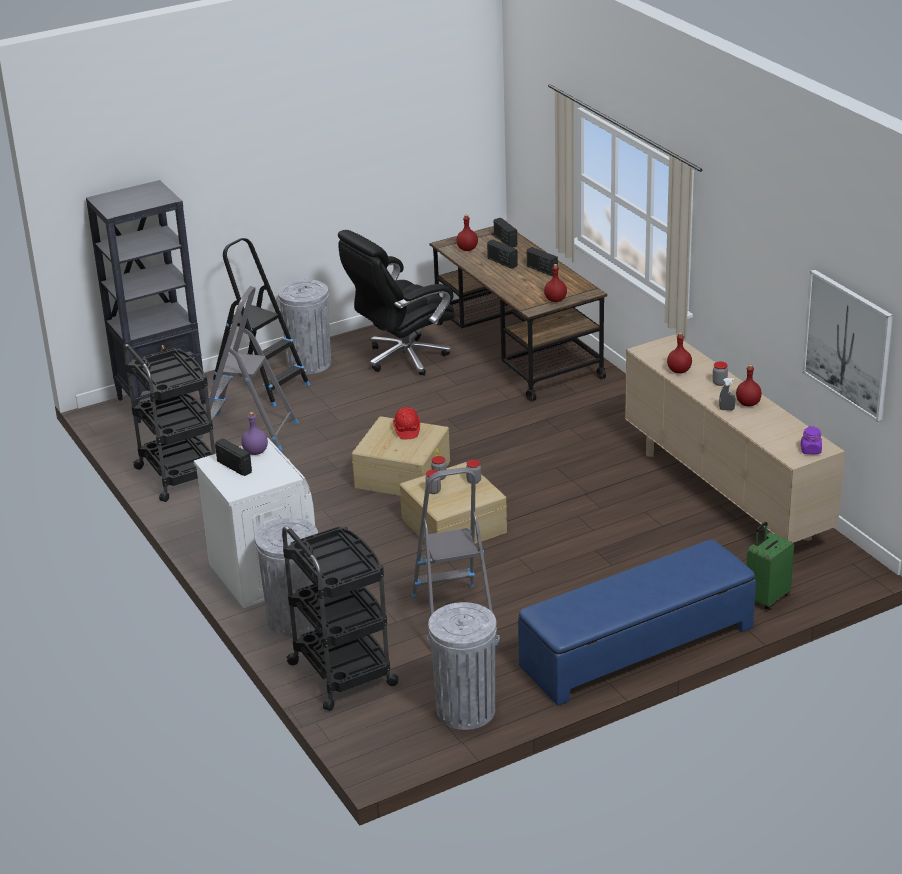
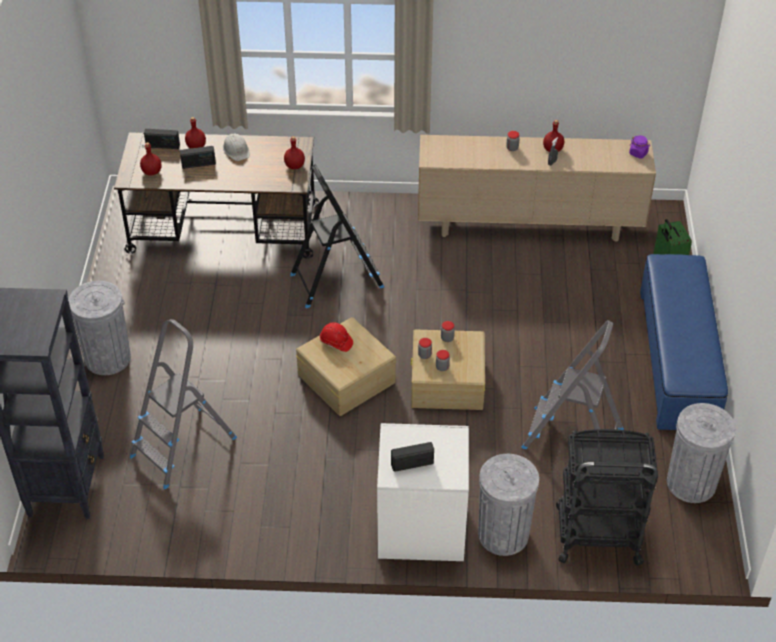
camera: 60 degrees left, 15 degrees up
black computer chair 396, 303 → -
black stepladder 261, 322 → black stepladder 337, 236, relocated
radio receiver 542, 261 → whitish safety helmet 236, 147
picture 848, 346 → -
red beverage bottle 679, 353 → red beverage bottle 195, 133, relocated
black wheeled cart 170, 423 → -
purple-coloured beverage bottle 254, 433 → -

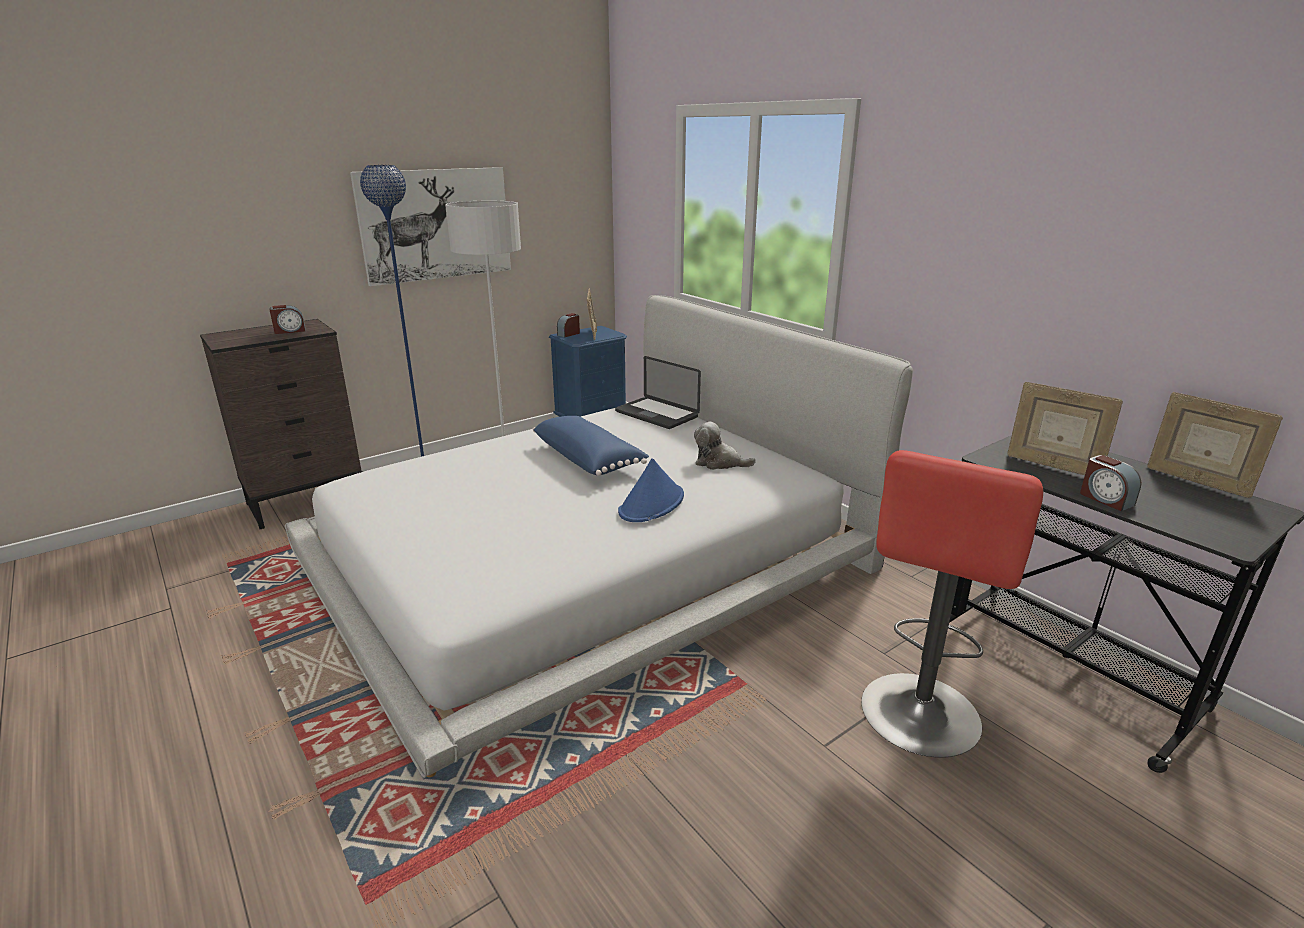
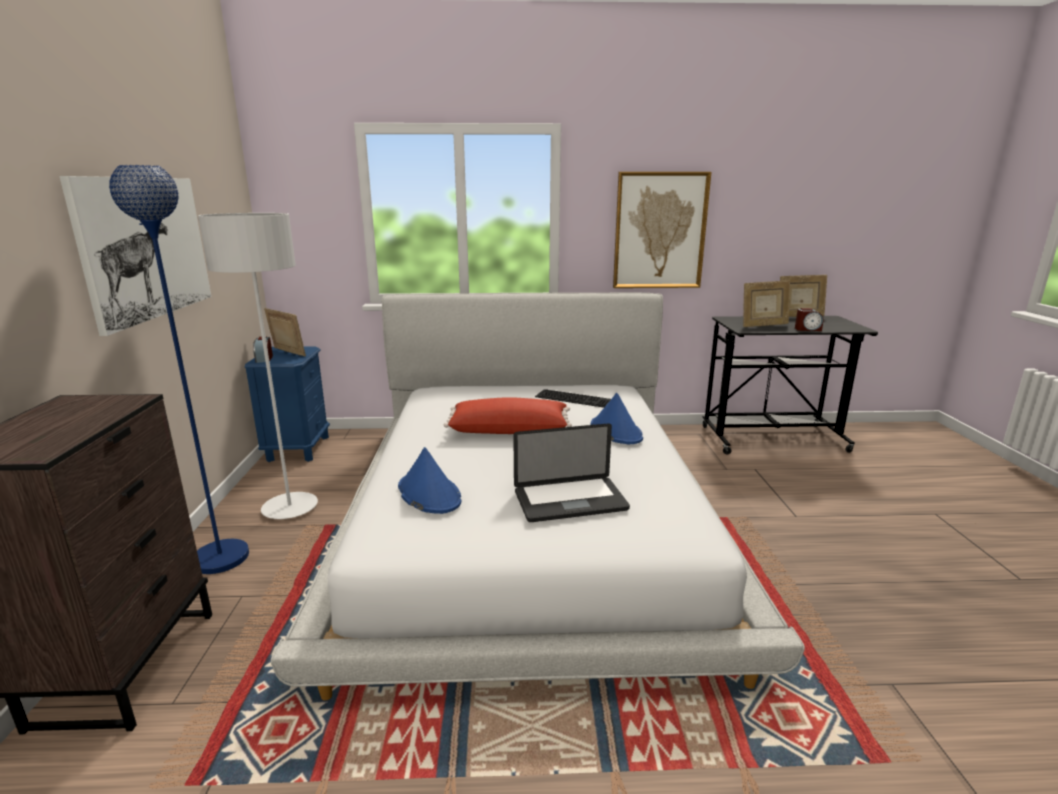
camera: 55 degrees left, 5 degrees down
bedside clock 287, 319 → -
portable computer 658, 392 → portable computer 571, 473, relocated
bluish throw pillow 591, 446 → red throw pillow 507, 415
cuddly toy 725, 446 → computer keyboard 573, 398
red sitting stool 952, 604 → -
- → picture 662, 230
- → bluish hat 430, 480

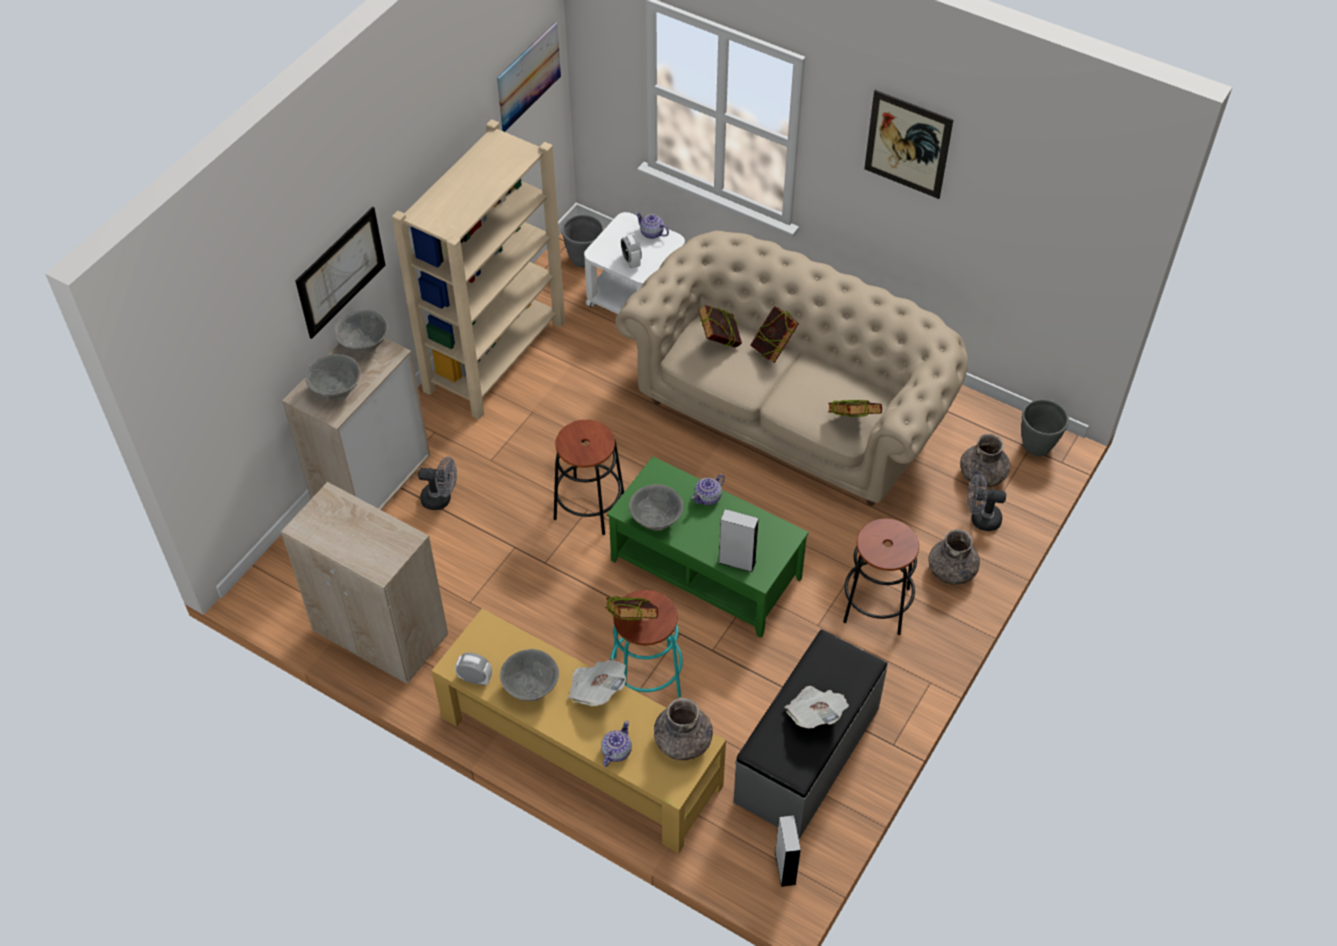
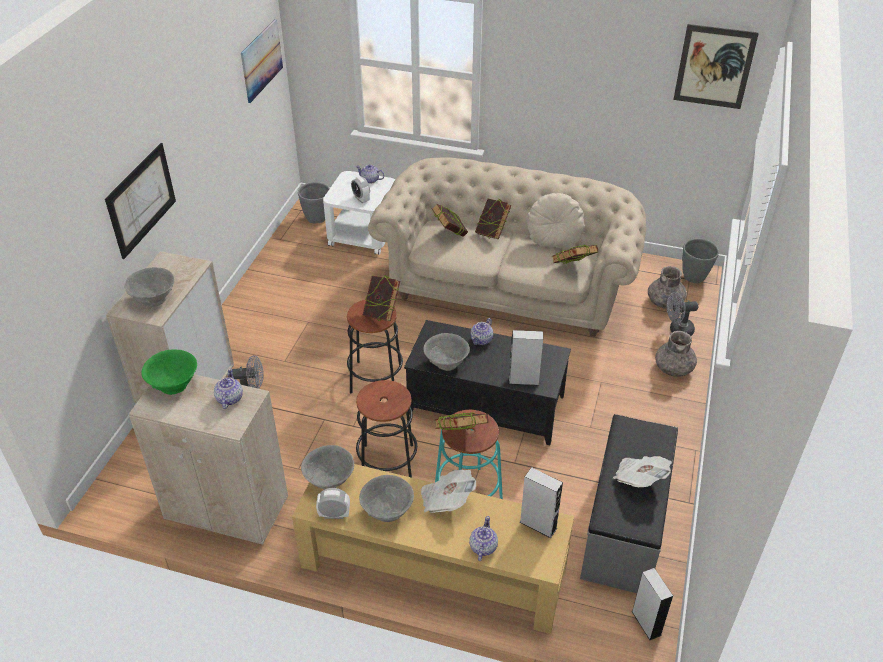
camera: 15 degrees left, 10 degrees down
picture 908, 144 → picture 716, 66, relocated
beige-coloured bookcase 478, 269 → -
grey deep dish 361, 331 → grey deep dish 327, 467, relocated
green low table 708, 547 → black low table 487, 382
black sitting stool 881, 576 → black sitting stool 386, 429, relocated
grey vase 683, 729 → grey loudspeaker 541, 502
- → beige-coloured throw pillow 556, 220
- → bound book 381, 298
- → green deep dish 169, 372
- → tea pot 228, 388

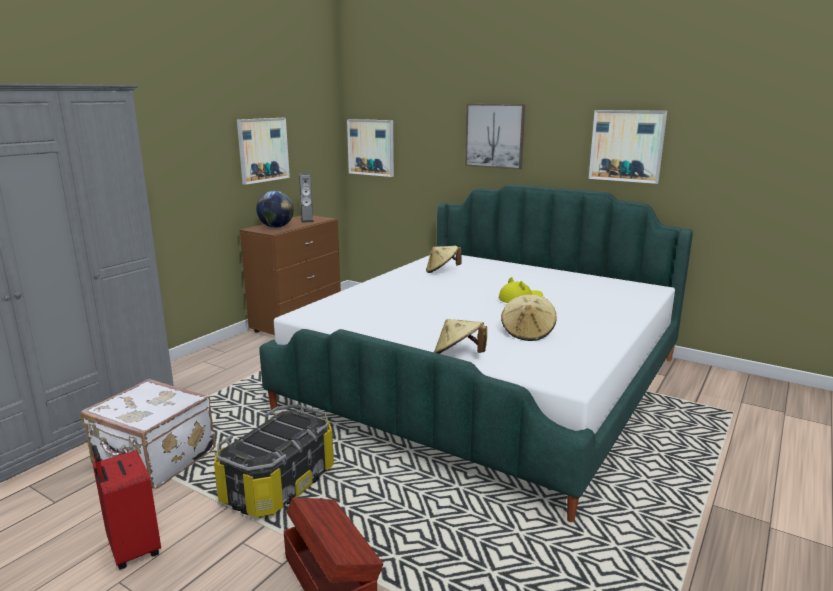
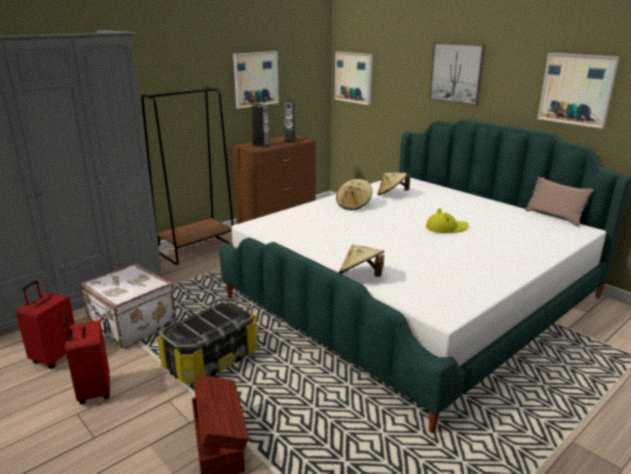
camera: 15 degrees right, 5 degrees up
globe 275, 209 → loudspeaker 261, 126
beige-coloured hat 529, 318 → beige-coloured hat 354, 194, relocated
- → garment stand 187, 176
- → beige-coloured throw pillow 559, 202
- → red suitcase 45, 325

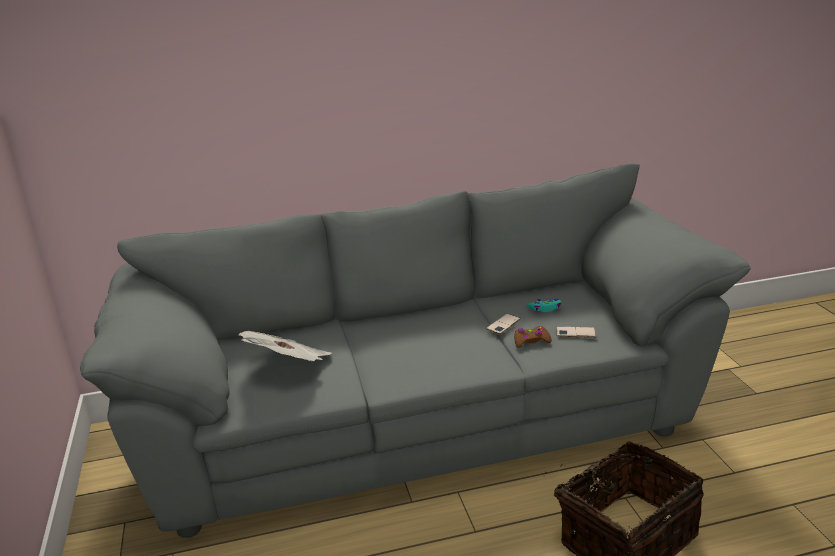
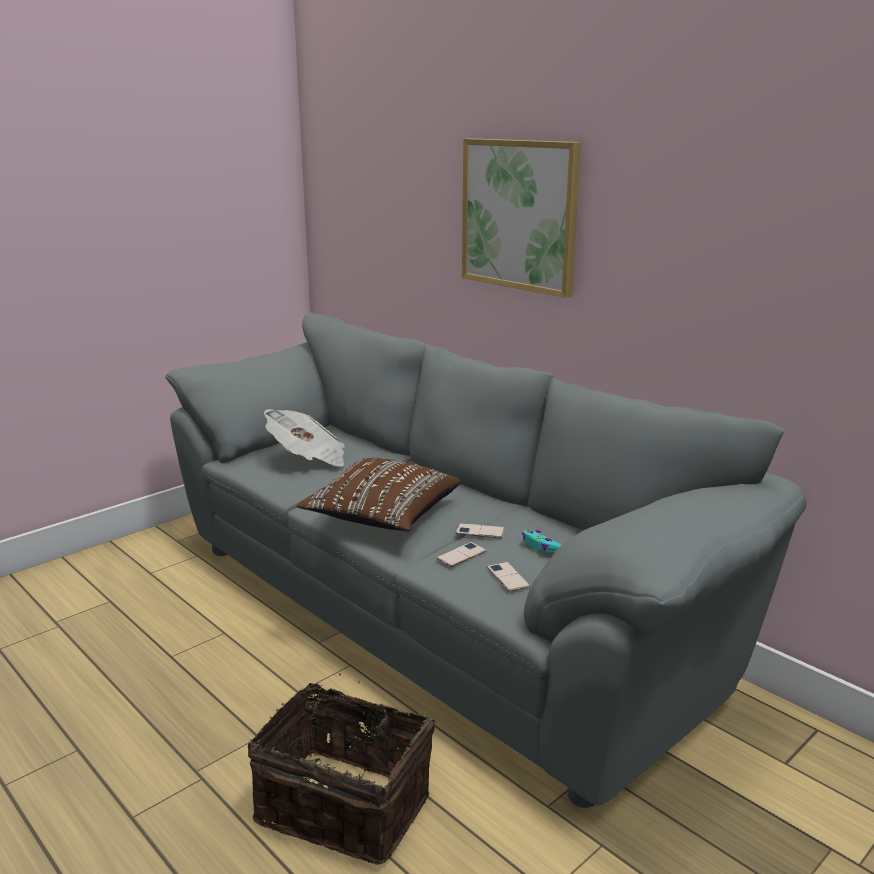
camera: 60 degrees right, 5 degrees down
brownish game controller 533, 337 → phone 461, 554
- → picture 521, 218
- → brownish throw pillow 379, 495

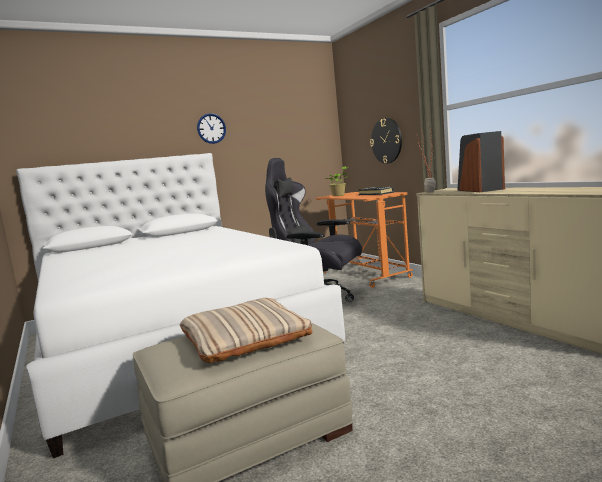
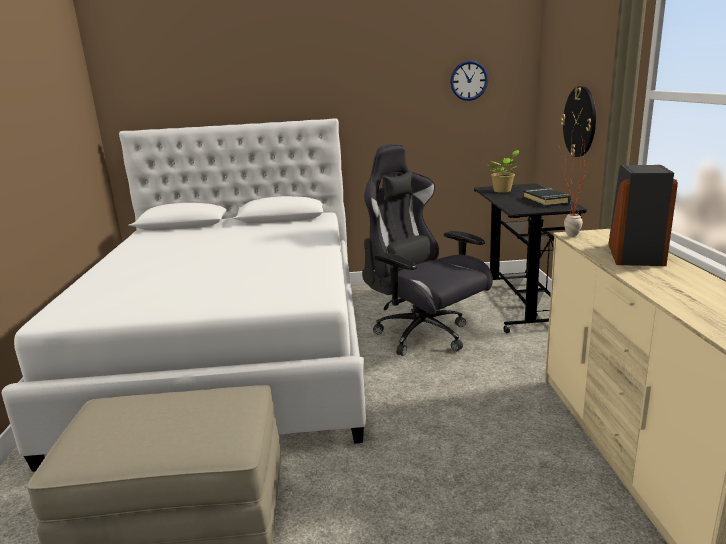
camera: 25 degrees right, 10 degrees up
hanging clock 211, 128 → hanging clock 469, 81, relocated
orange-coloured desk 364, 240 → black desk 530, 258
beige-coloured throw pillow 246, 330 → -

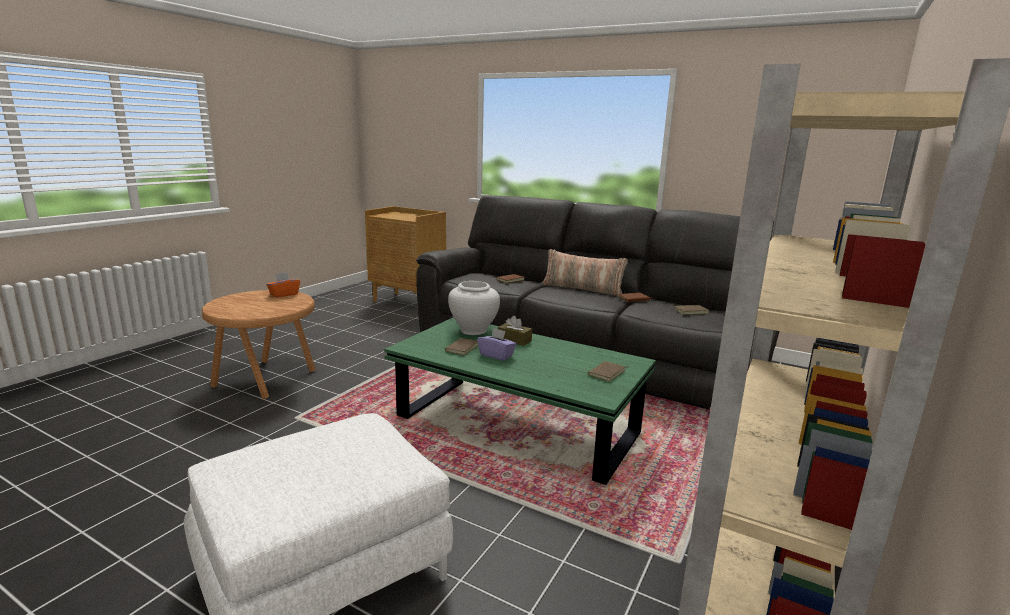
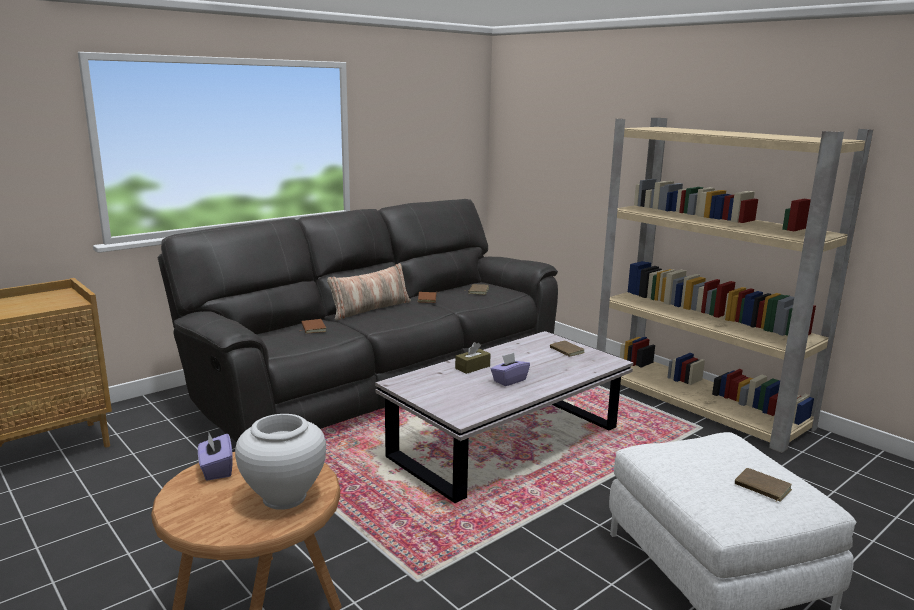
camera: 70 degrees left, 0 degrees up
orange-coloured tissue box 283, 285 → purple-coloured tissue box 215, 455
whitish vase 474, 308 → whitish vase 280, 462, relocated
green low table 520, 401 → whitish low table 504, 417
brownish bound book 460, 346 → brownish bound book 763, 485, relocated

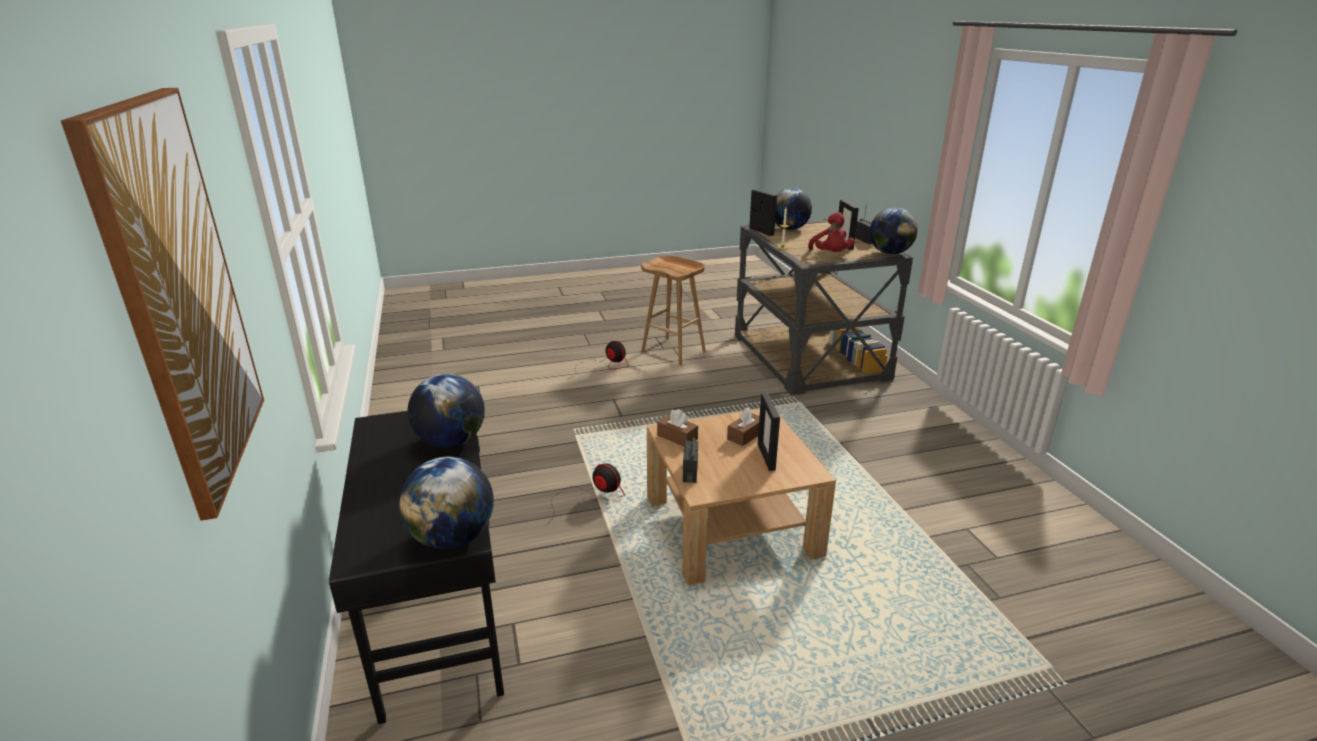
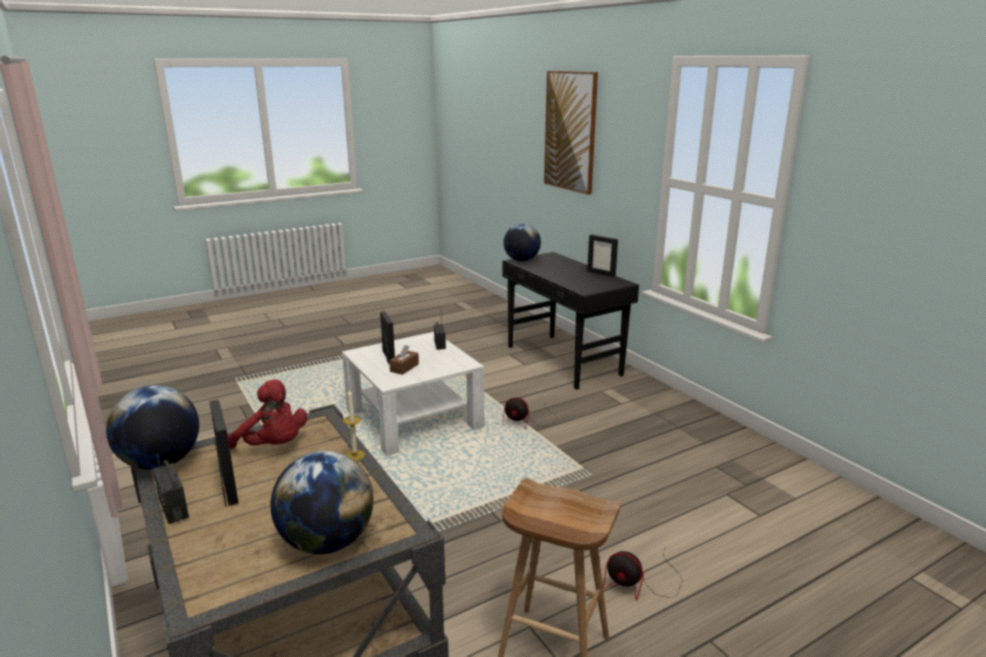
camera: 165 degrees right, 5 degrees down
standing frame 763, 212 → standing frame 602, 255, relocated
red cuddly toy 831, 232 → red cuddly toy 267, 414, 150 degrees clockwise
globe 446, 411 → -
brownish low table 741, 497 → whitish low table 413, 394
brownish tissue box 677, 427 → -

